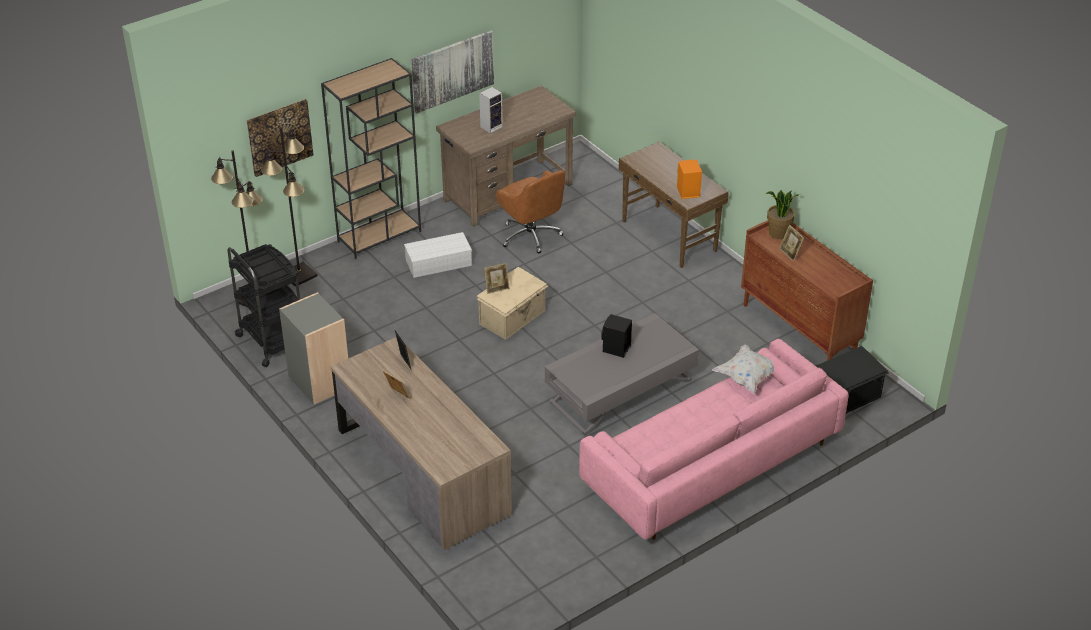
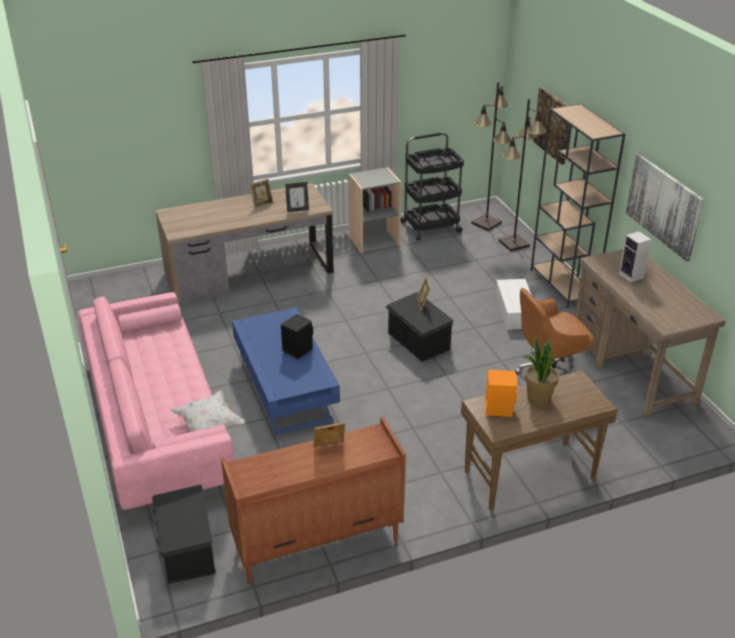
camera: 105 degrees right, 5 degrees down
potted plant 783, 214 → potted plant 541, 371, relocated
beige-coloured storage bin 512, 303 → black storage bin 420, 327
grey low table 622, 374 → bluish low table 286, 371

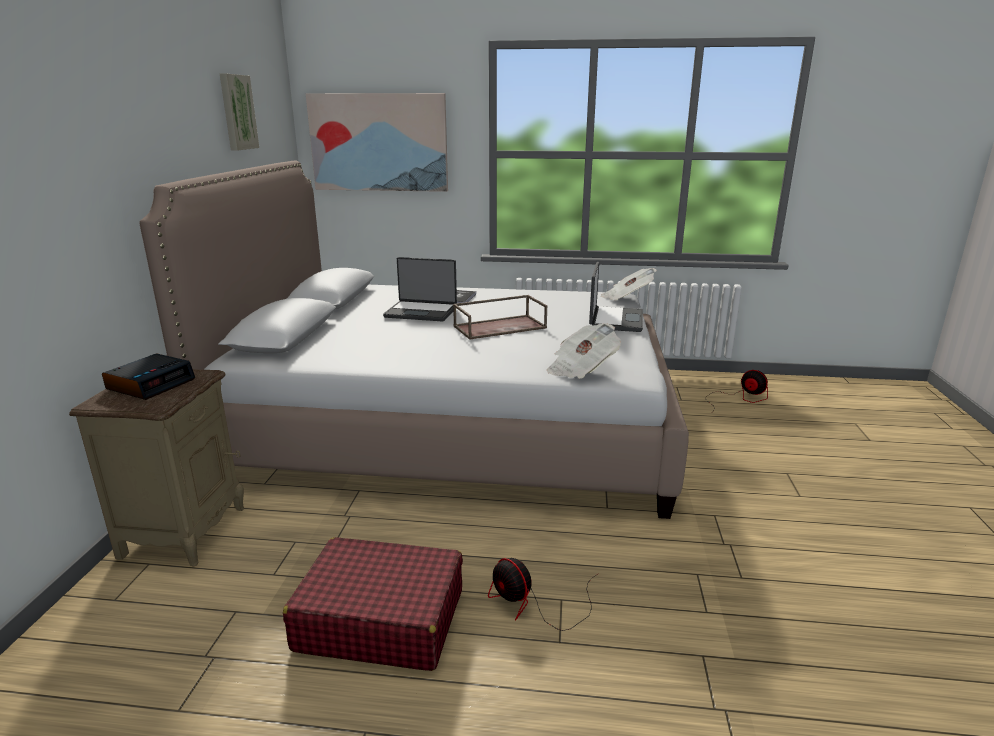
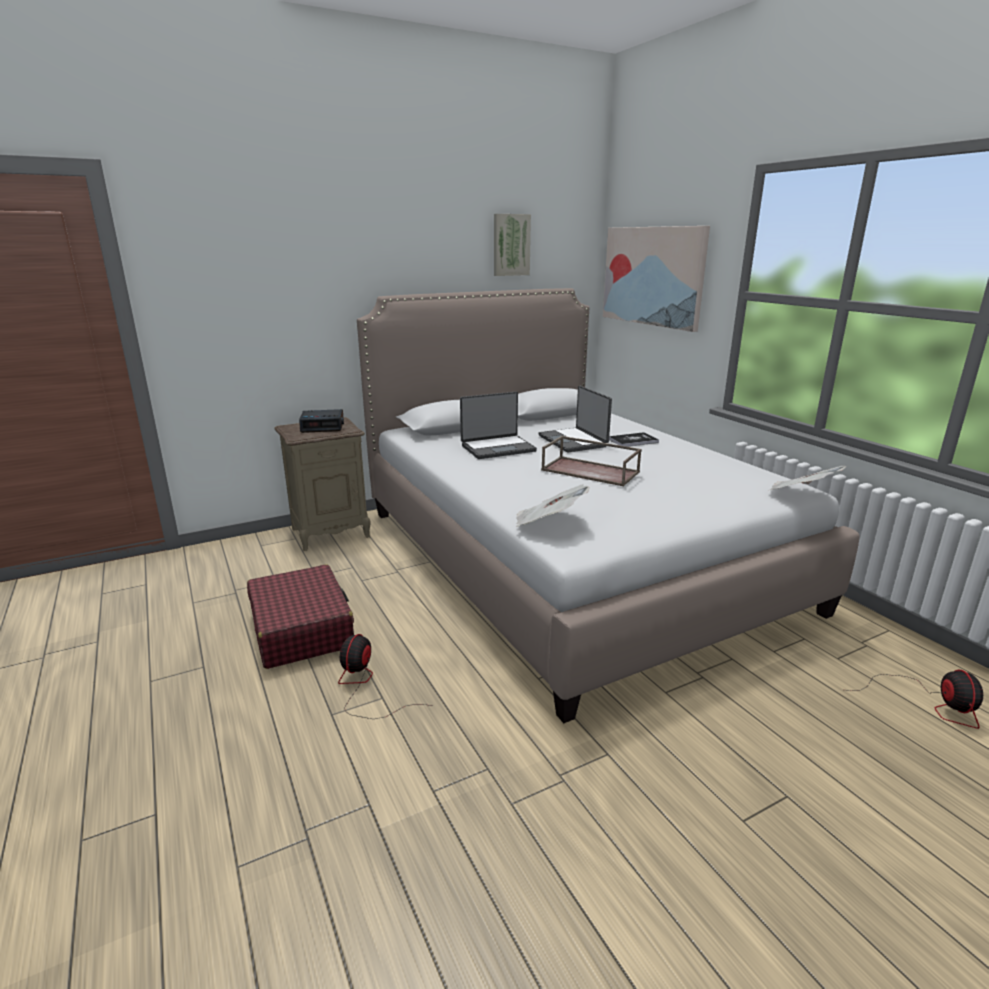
camera: 55 degrees right, 0 degrees up
portable computer 616, 297 → portable computer 498, 425, relocated

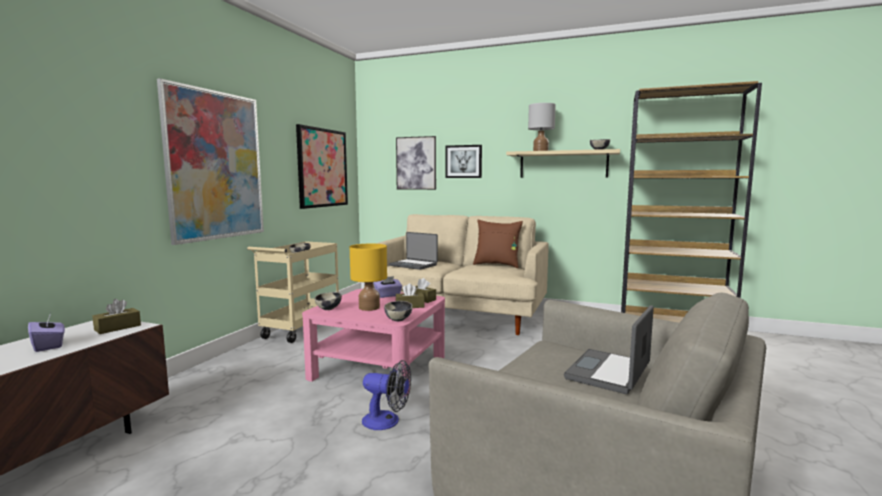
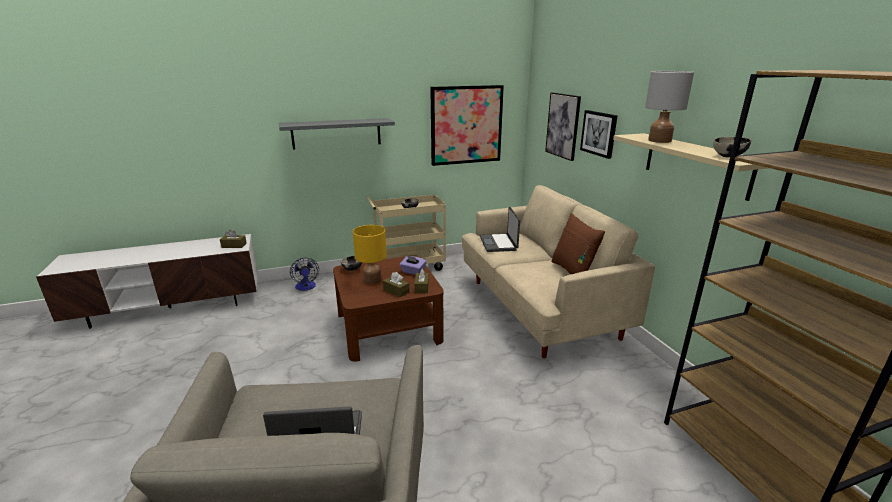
camera: 50 degrees right, 15 degrees up
picture 210, 161 → grey wall shelf 337, 134
pinkish low table 373, 343 → brownish low table 388, 308
deep dish 398, 311 → -
purple-coloured tissue box 46, 332 → -
cooling fan 386, 395 → cooling fan 304, 274, relocated

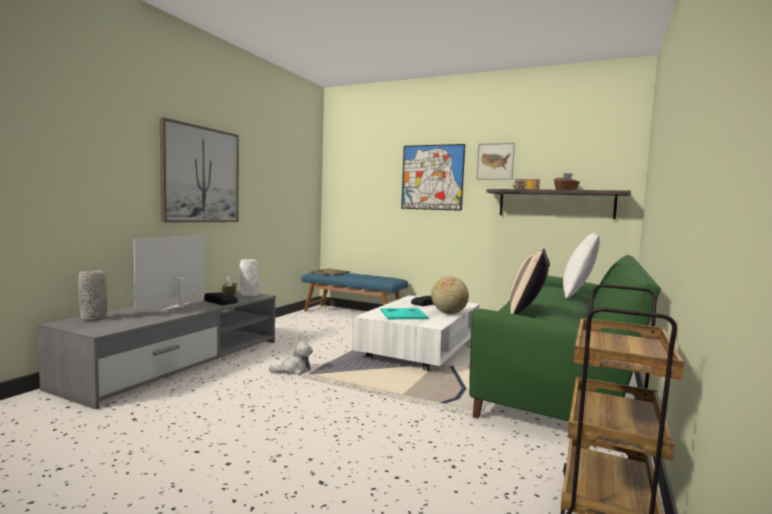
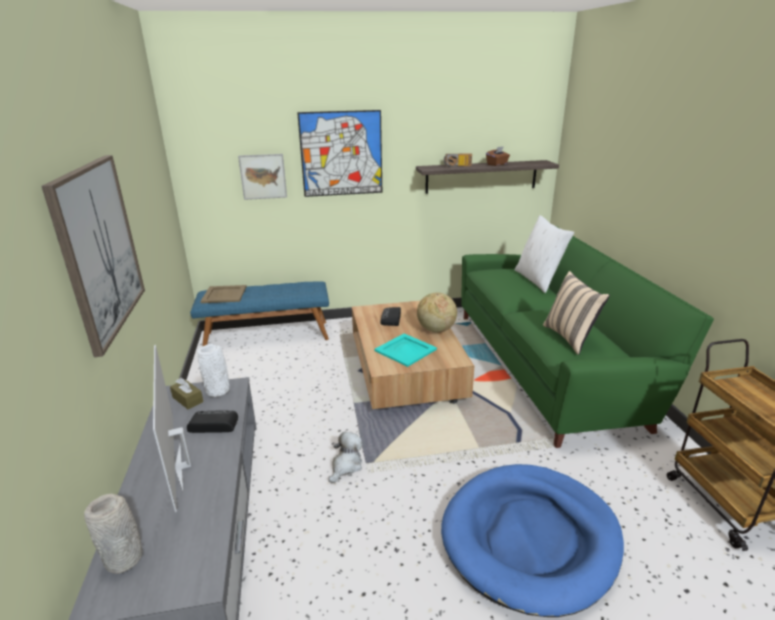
camera: 35 degrees left, 20 degrees up
picture 495, 161 → picture 262, 177, relocated
whitish low table 416, 333 → brownish low table 413, 355
- → bluish pet bed 532, 540

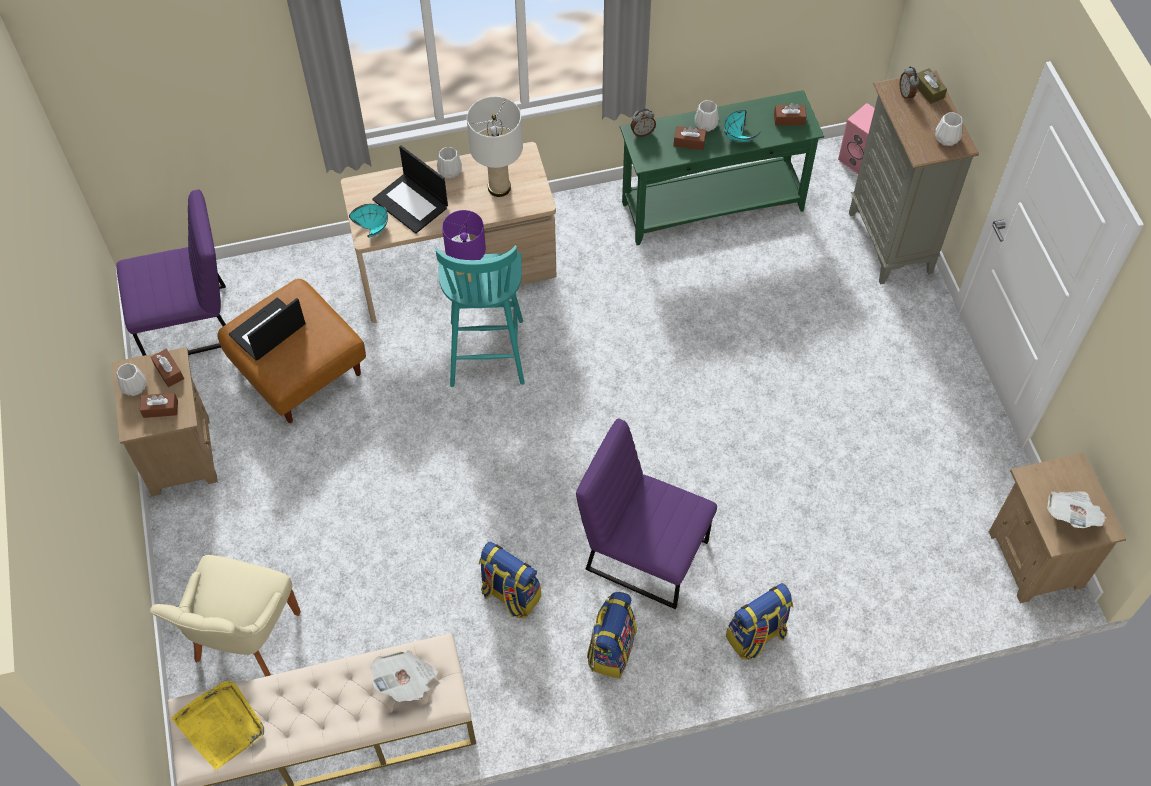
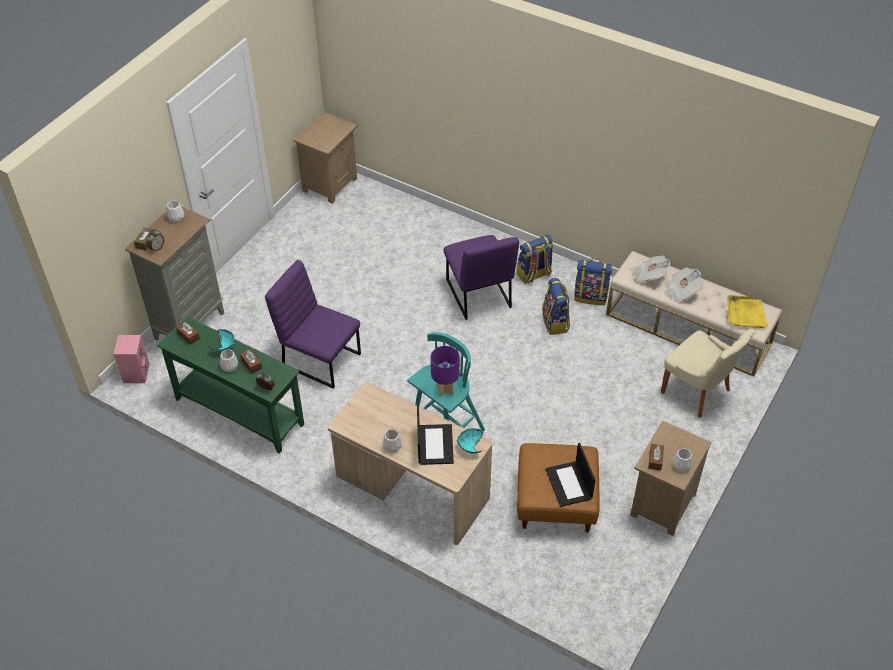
camera: 135 degrees left, 10 degrees down
whitish lamp for a table 495, 146 → -
purple-coloured upright chair 171, 272 → purple-coloured upright chair 313, 324, relocated
portable computer 267, 329 → portable computer 570, 475, 75 degrees clockwise
brownish tissue box 159, 405 → -
newspaper 1076, 509 → newspaper 683, 285, relocated
beige-coloured upright chair 225, 616 → beige-coloured upright chair 708, 373, 75 degrees clockwise
rucksack 759, 621 → rucksack 593, 281, relocated

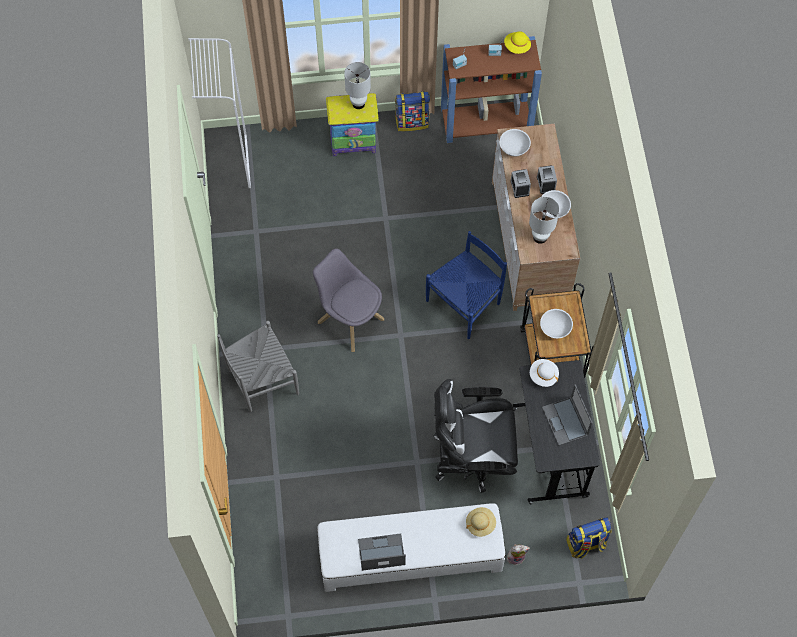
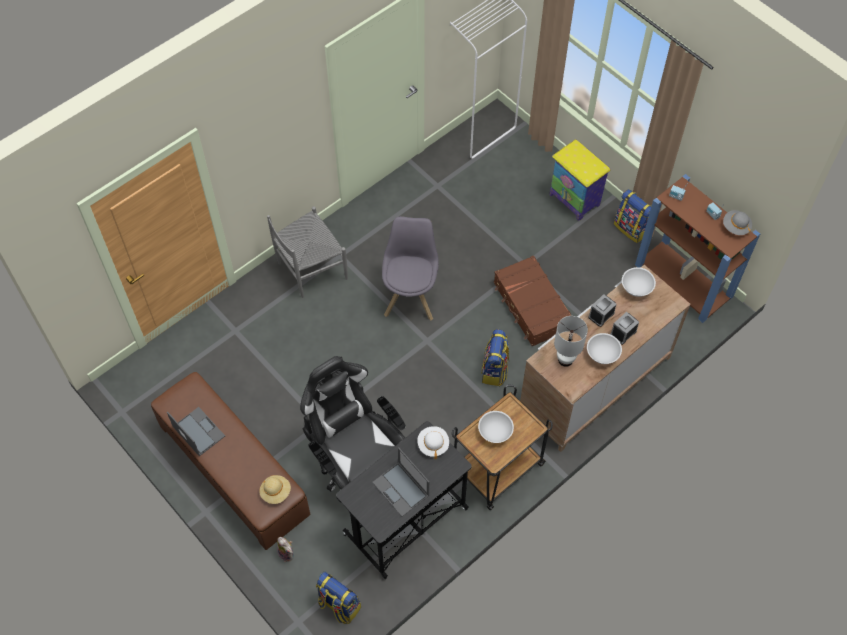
camera: 55 degrees right, 5 degrees down
yellowish hat 517, 42 → grey hat 737, 222
whitish lamp for a table 357, 85 → -
bluish upright chair 466, 285 → rucksack 495, 357
grey upright chair 258, 366 → grey upright chair 307, 252, 60 degrees counterclockwise
portable computer 567, 415 → portable computer 400, 482, 75 degrees counterclockwise
whitish indoor bench 411, 547 → brownish indoor bench 230, 461
- → brownish suitcase 532, 300

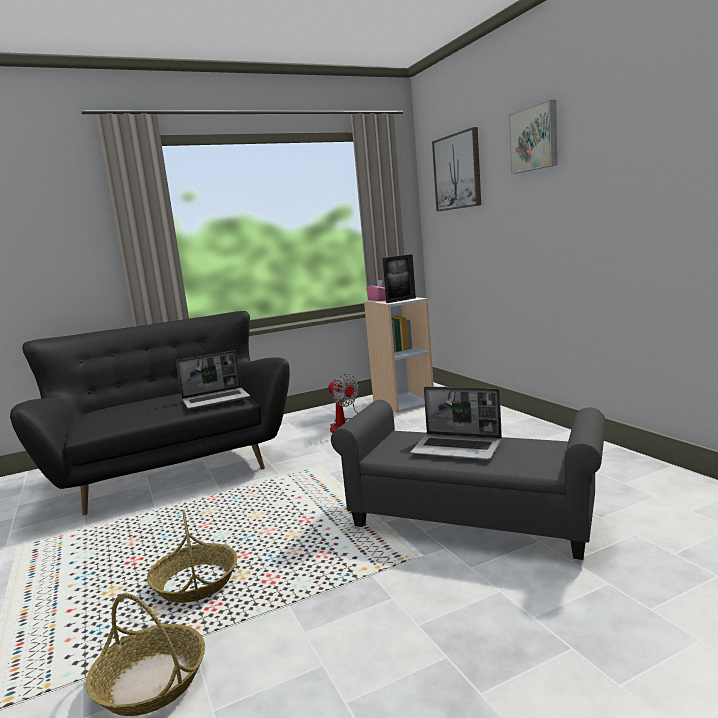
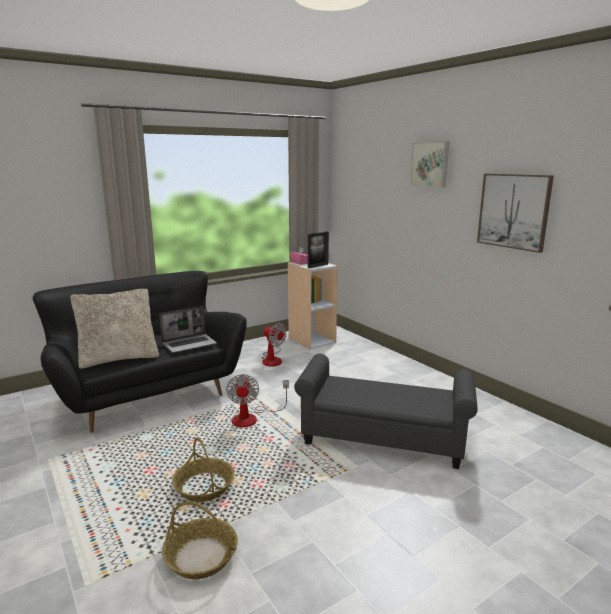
camera: 10 degrees left, 5 degrees up
picture 456, 169 → picture 515, 213, relocated
portable computer 456, 423 → -
- → beige-coloured throw pillow 114, 328
- → cooling fan 257, 400

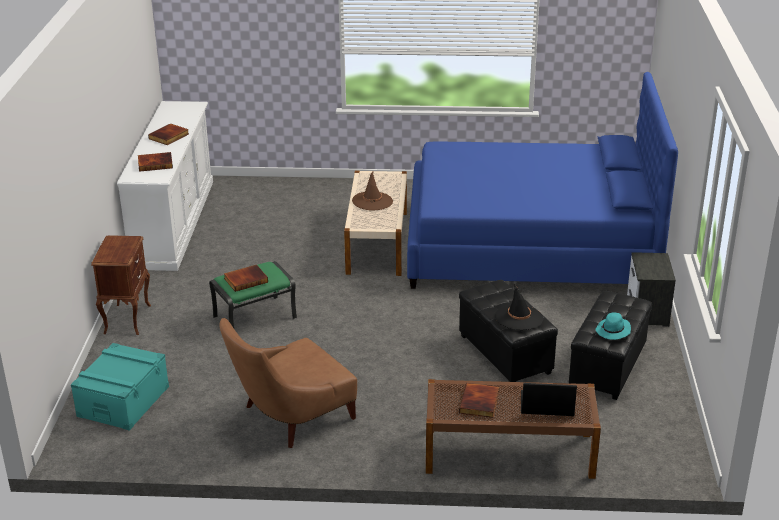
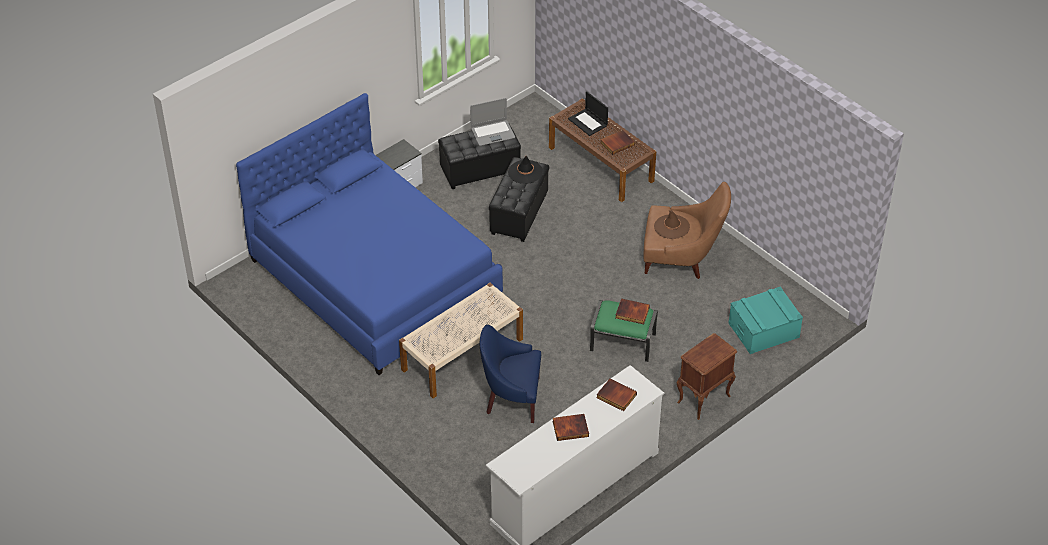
camera: 135 degrees left, 15 degrees up
brownish hat 372, 191 → brownish hat 672, 224, relocated
turquoise hat 613, 326 → portable computer 492, 122
- → bluish lounge chair 510, 374

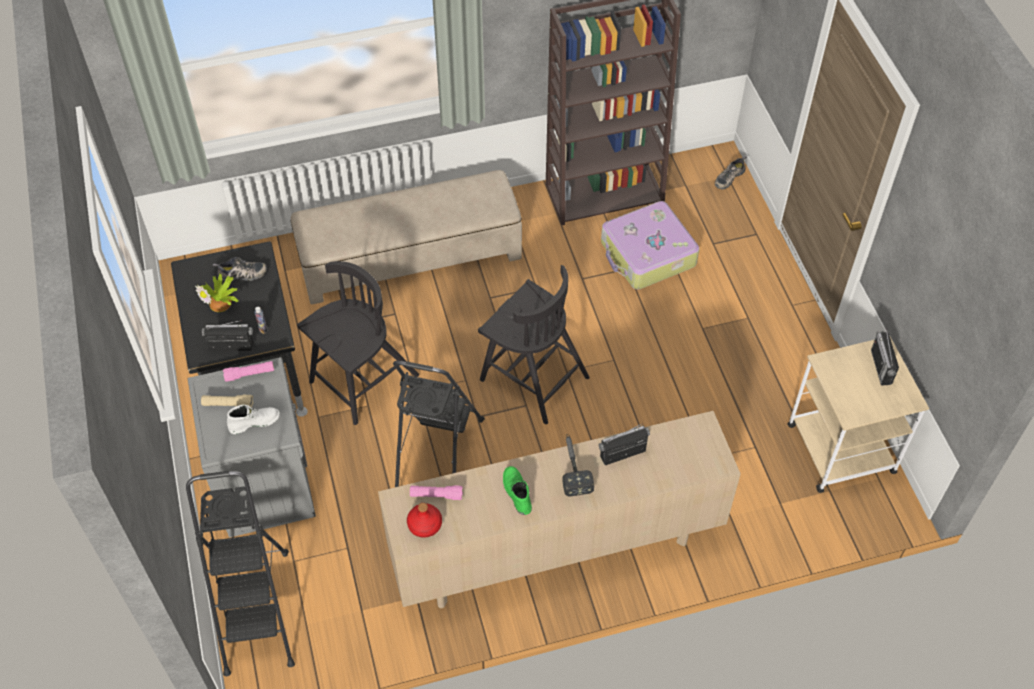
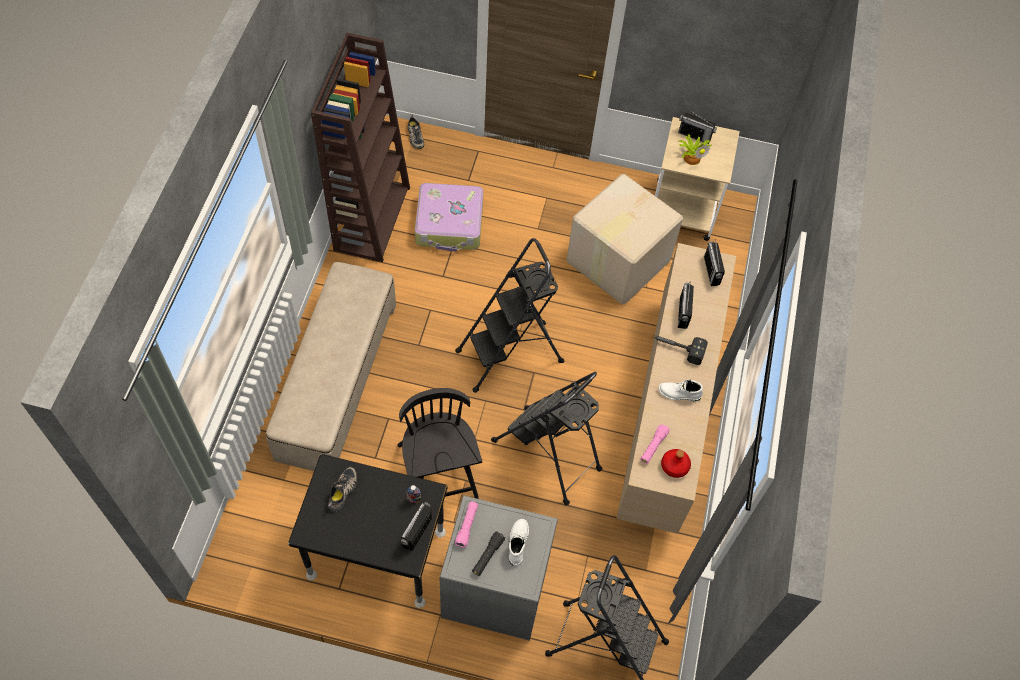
camera: 65 degrees left, 5 degrees up
black upright chair 534, 344 → stepladder 509, 315
potted plant 216, 292 → potted plant 695, 149, relocated
beige-coloured torch 227, 401 → black torch 488, 554
green tall boot 517, 490 → whitish tall boot 680, 390
- → carton 625, 239
- → radio receiver 714, 262

